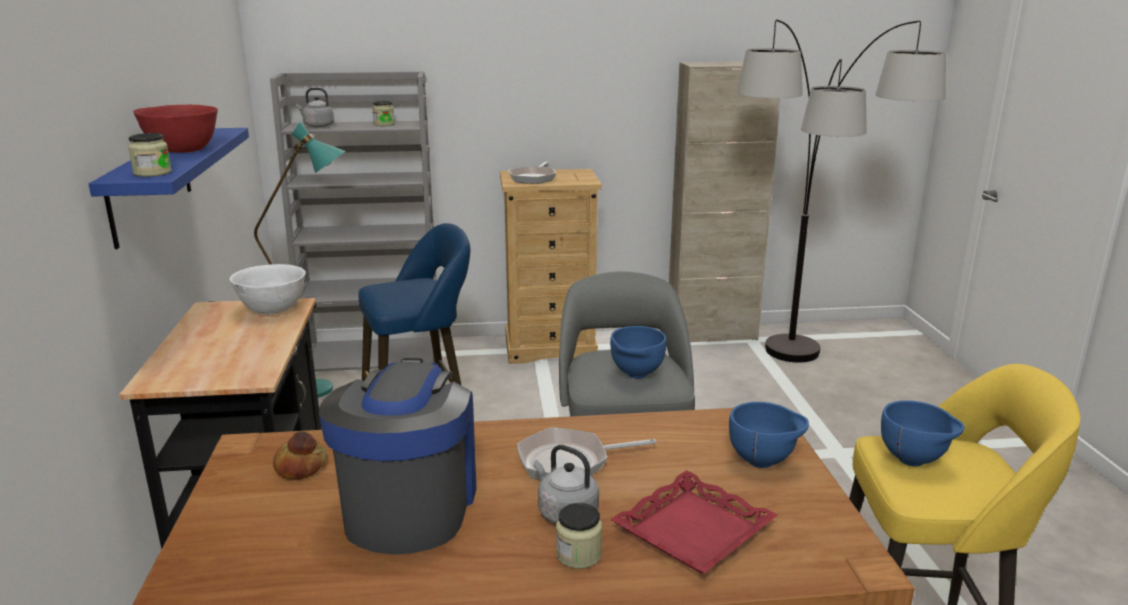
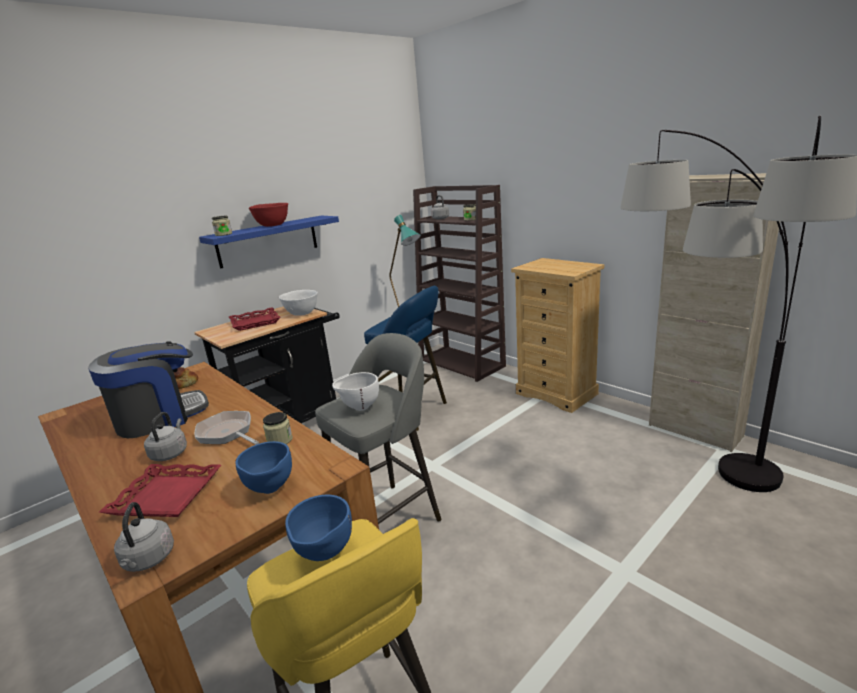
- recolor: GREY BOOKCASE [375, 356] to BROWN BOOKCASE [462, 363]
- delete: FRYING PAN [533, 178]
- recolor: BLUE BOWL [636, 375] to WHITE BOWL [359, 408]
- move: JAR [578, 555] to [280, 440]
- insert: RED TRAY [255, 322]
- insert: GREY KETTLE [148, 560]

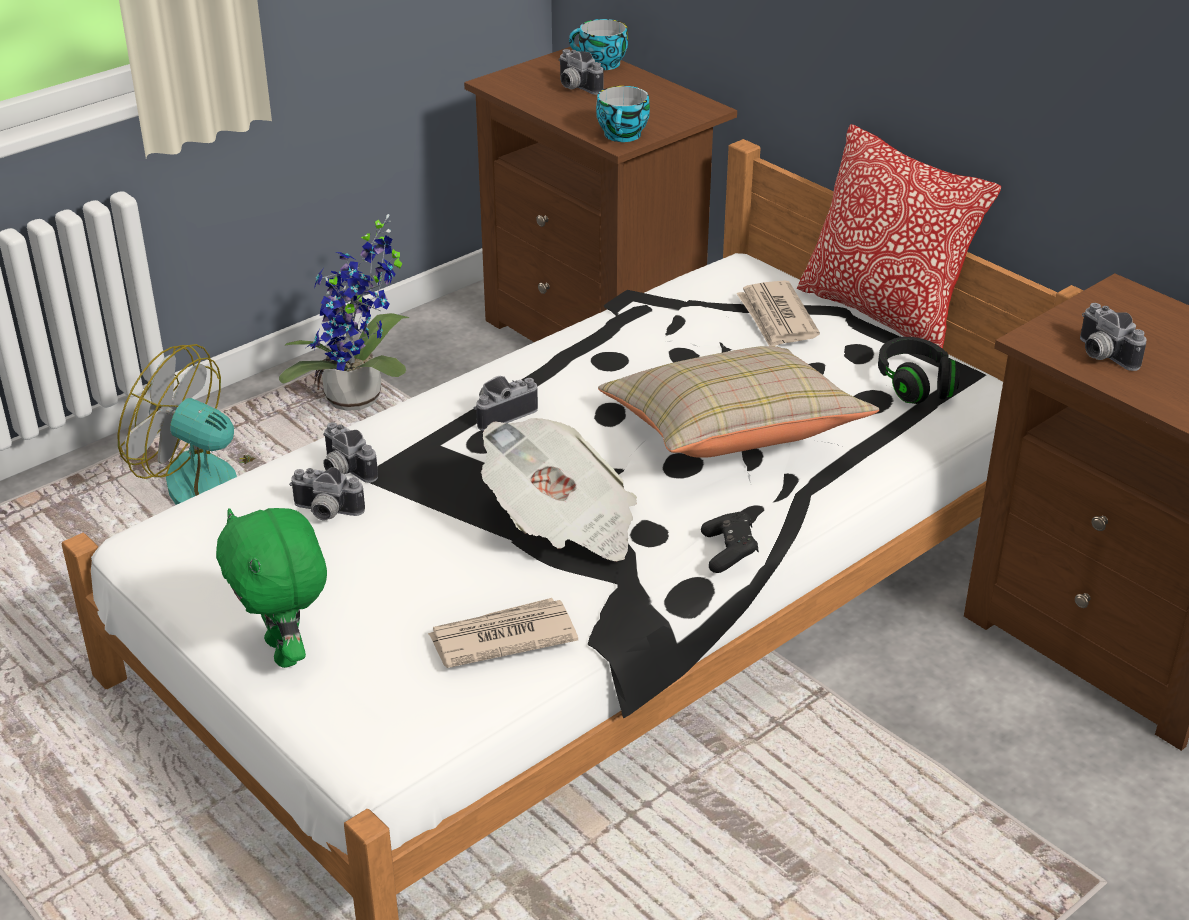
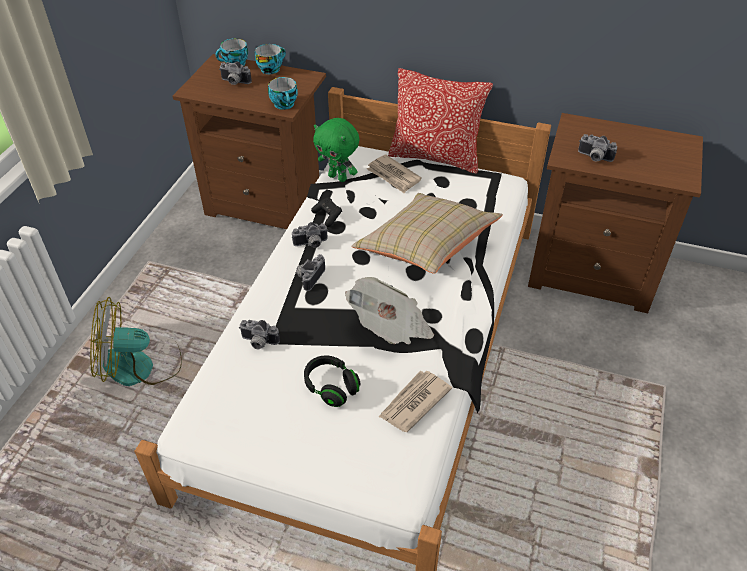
- delete: POTTED PLANT [360, 400]
- move: BLACK HEADPHONES [915, 385] to [331, 387]
- move: PHOTO CAMERA [325, 513] to [311, 244]
- move: GREEN PLUSH TOY [286, 652] to [338, 177]
- move: BLACK GAME CONTROLLER [729, 552] to [328, 216]
- insert: CUP [271, 69]

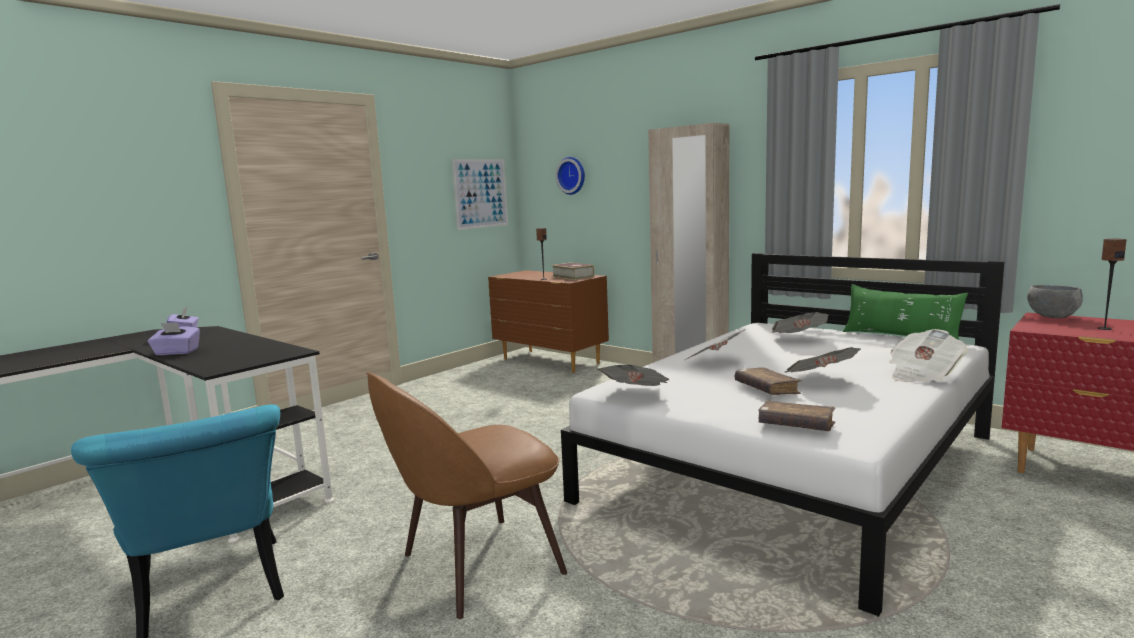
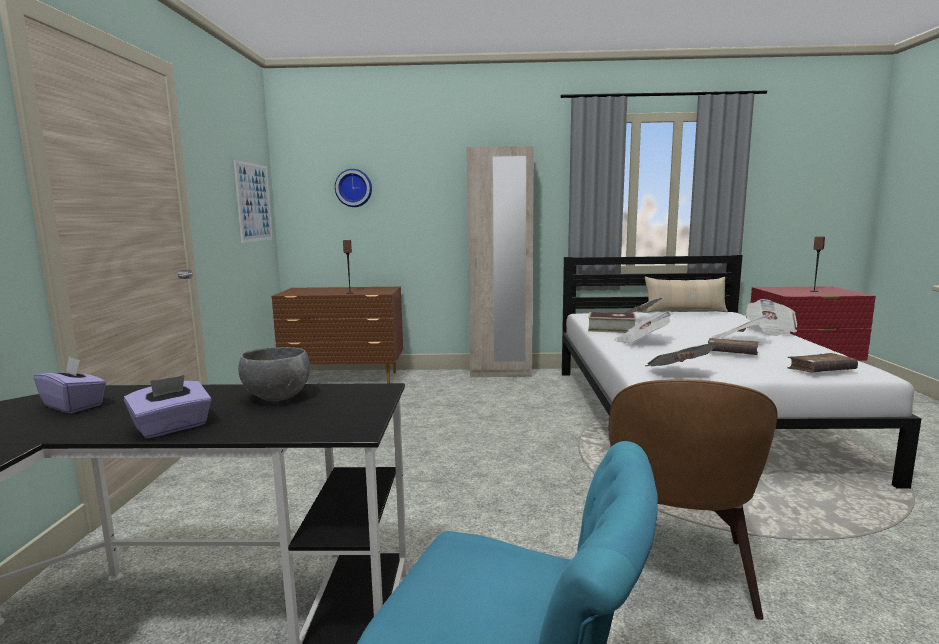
- move: BOOK [573, 276] to [611, 329]
- recolor: GREEN PILLOW [900, 337] to BEIGE PILLOW [685, 311]
- move: GREY BOWL [1052, 317] to [277, 398]

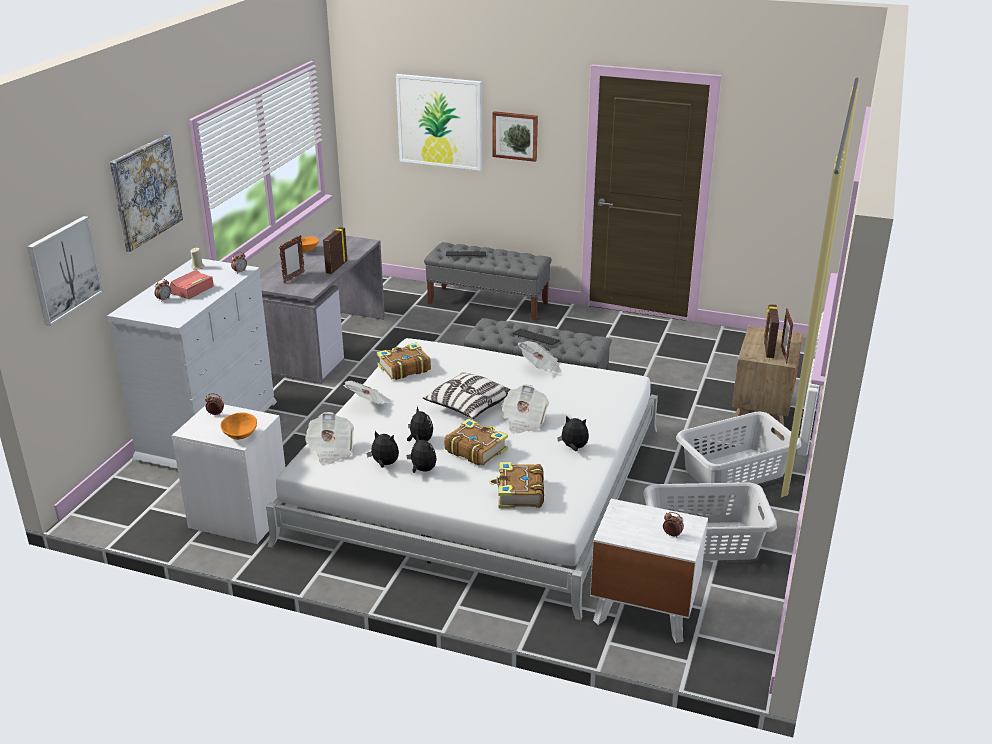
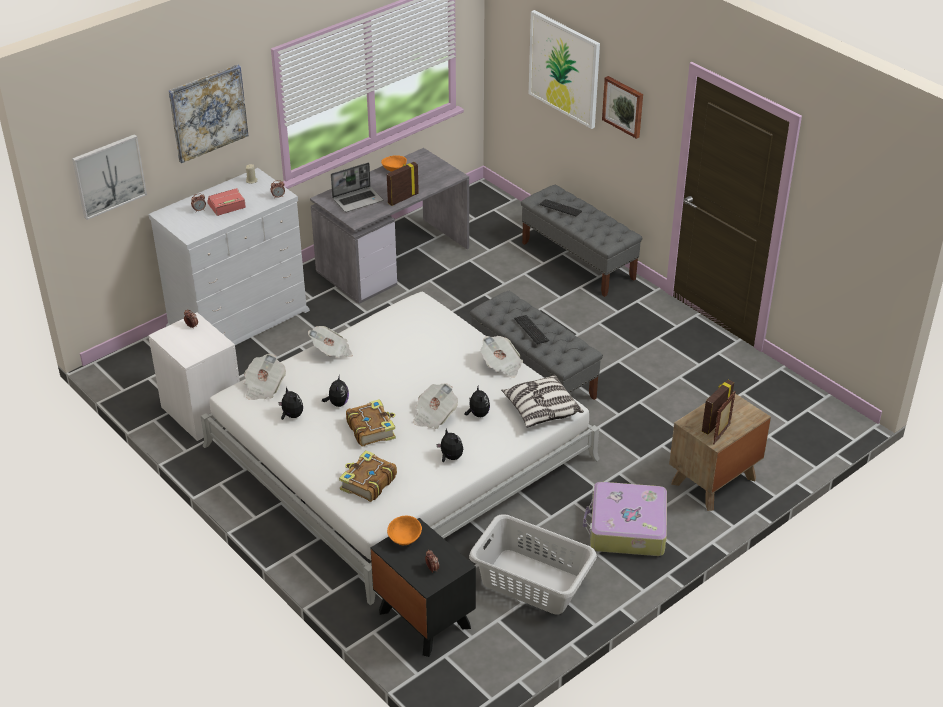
- replace: PICTURE FRAME [293, 277] to LAPTOP [358, 200]
- delete: BOOK [403, 368]
- move: PILLOW [468, 406] to [541, 410]
- move: ORANGE BOWL [240, 435] to [405, 538]
- replace: GREY LAUNDRY BASKET [735, 472] to SUITCASE [626, 528]
- move: PLUSH TOY [422, 470] to [477, 414]
- recolor: WHITE NIGHTSTAND [643, 610] to BLACK NIGHTSTAND [424, 618]

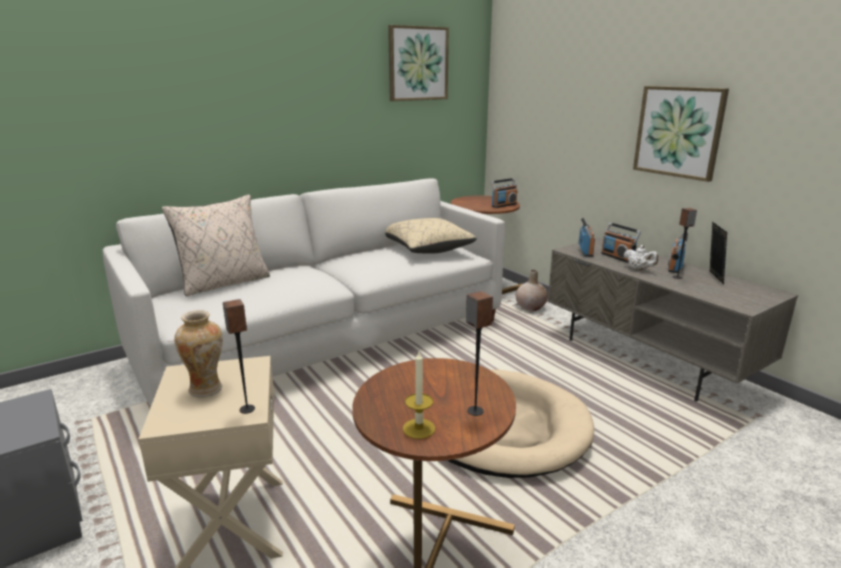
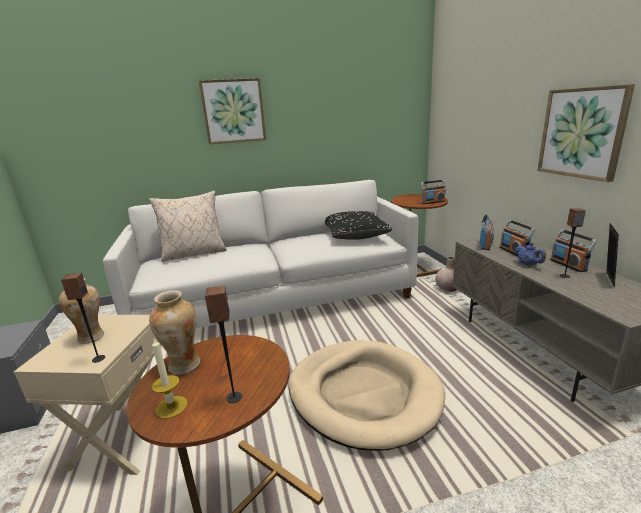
- move: PICTURE [417, 64] to [233, 111]
- recolor: BEIGE PILLOW [426, 248] to BLACK PILLOW [355, 235]
- rotate: RADIO [674, 267] = [568, 265] 60 degrees counterclockwise
- recolor: WHITE TEAPOT [639, 269] to BLUE TEAPOT [528, 265]
- insert: VASE [184, 366]

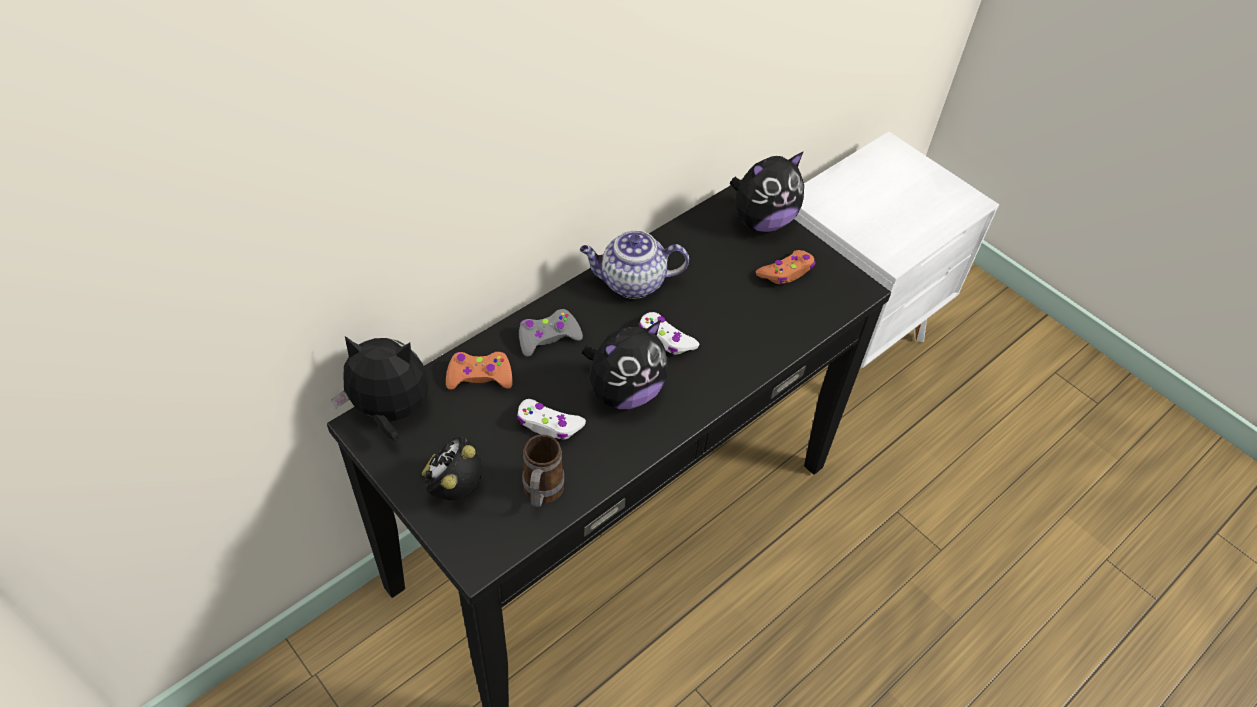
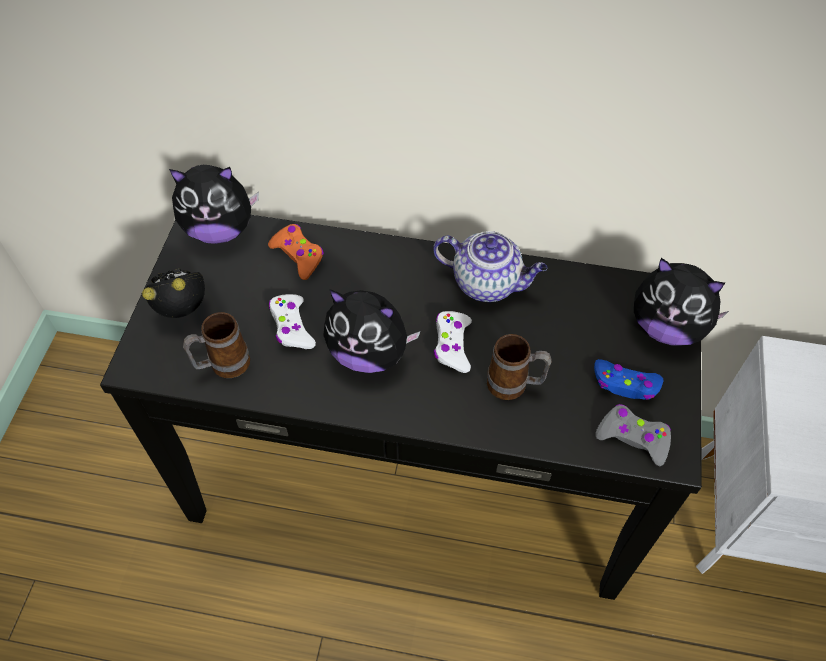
- rotate: TEAPOT [631, 283] = [487, 283] 150 degrees clockwise
- recolor: ORANGE GAME CONTROLLER [786, 272] to BLUE GAME CONTROLLER [625, 384]
- move: GREY GAME CONTROLLER [548, 337] to [633, 438]
- rotate: PLUSH TOY [390, 412] = [220, 229] 120 degrees clockwise
- insert: MUG [514, 386]

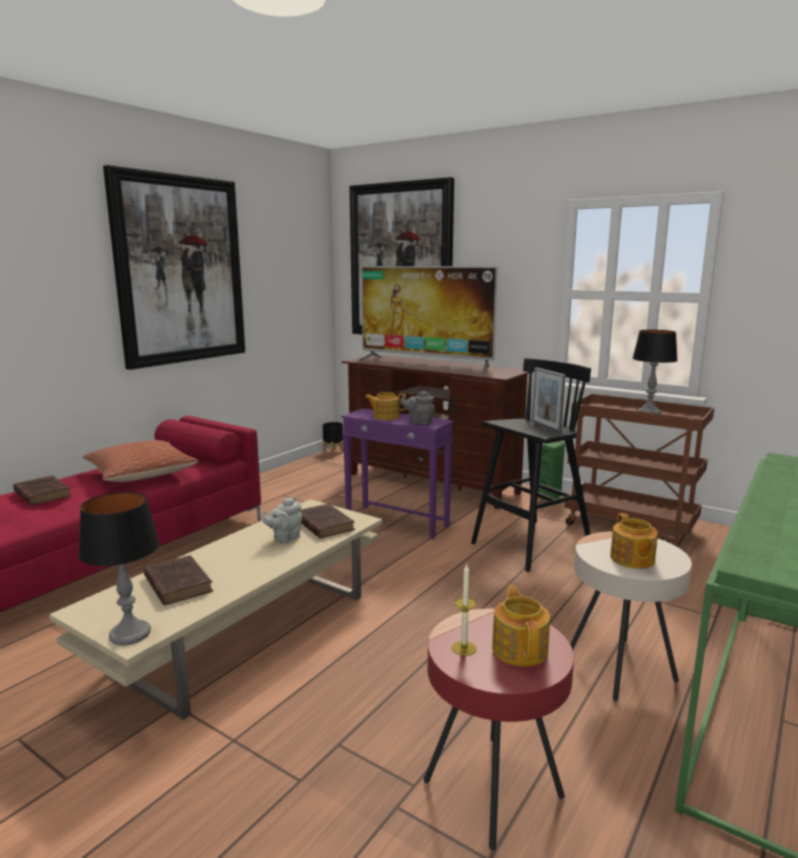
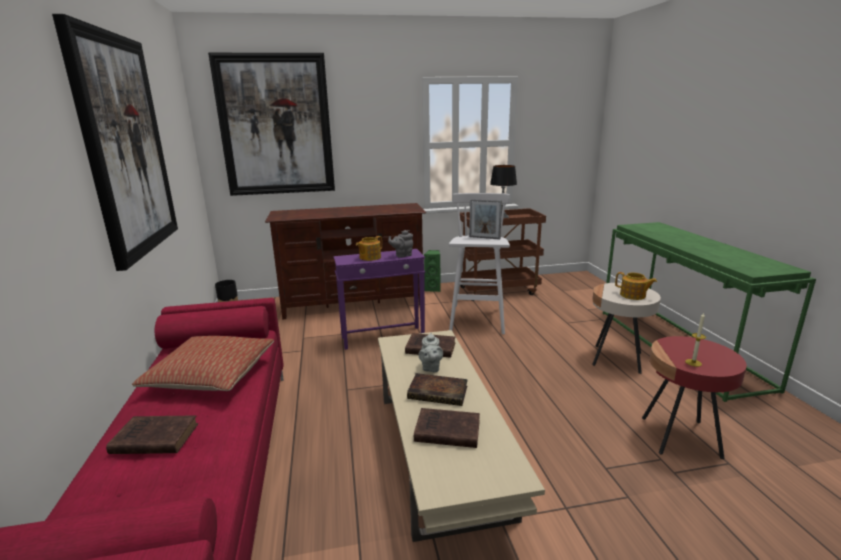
- delete: TELEVISION [425, 363]
- recolor: BLACK STOOL [529, 545] to WHITE STOOL [477, 320]
- delete: TABLE LAMP [130, 634]
- delete: TEAPOT [520, 649]
- insert: BOOK [439, 392]

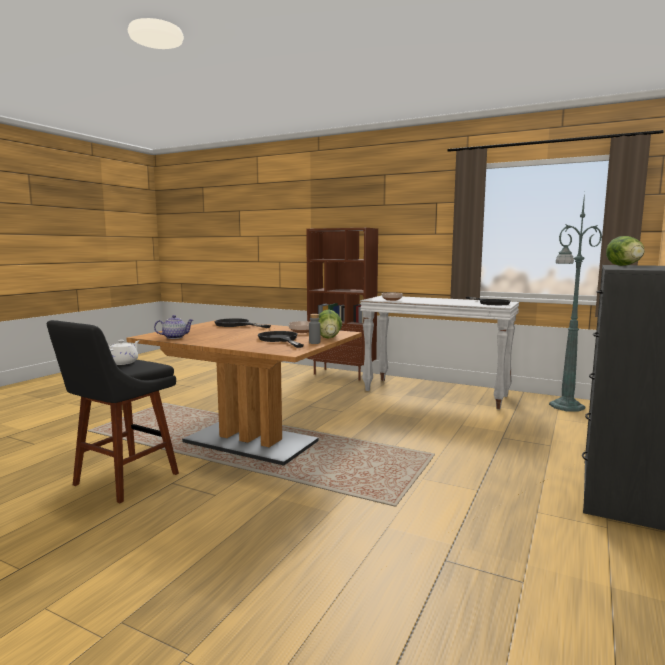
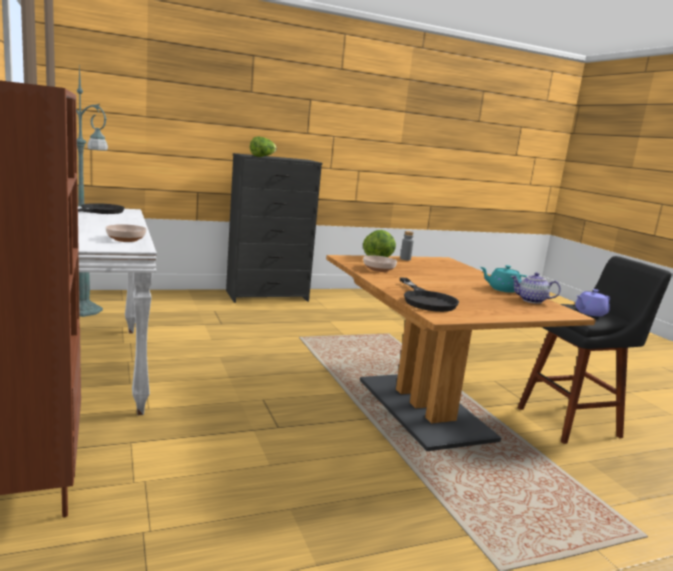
- delete: BLACK FRYING PAN [280, 340]
- recolor: WHITE TEAPOT [123, 362] to PURPLE TEAPOT [589, 313]
- insert: TURQUOISE TEAPOT [502, 289]

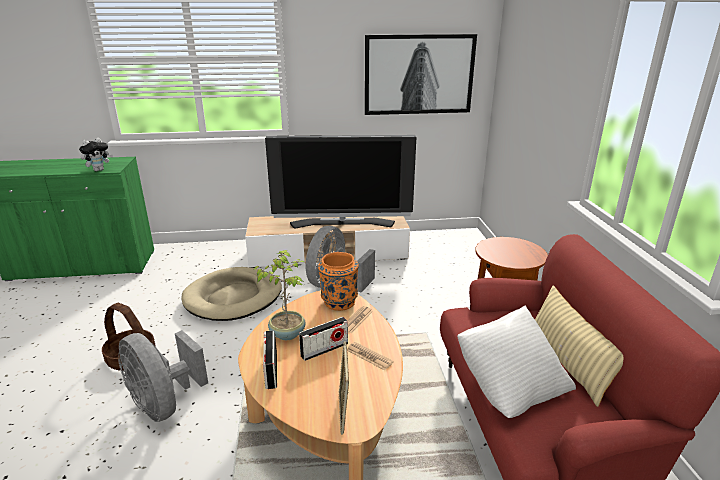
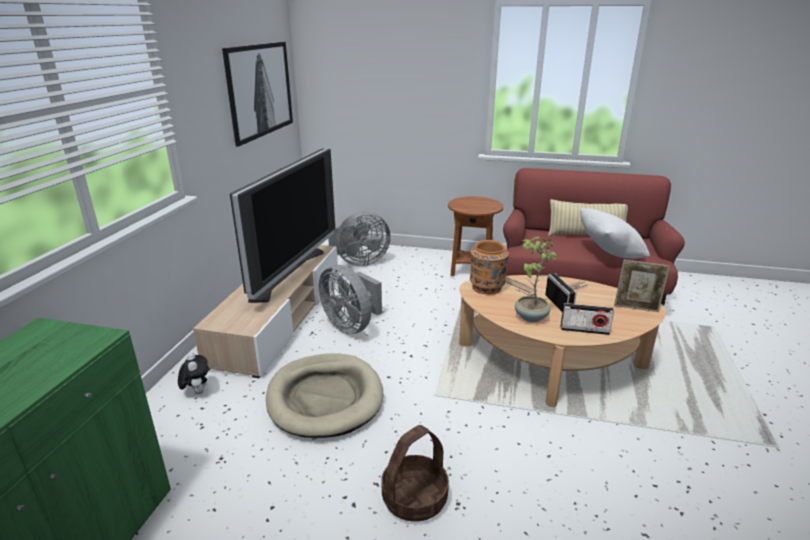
- move: PLUSH TOY [99, 170] to [197, 391]
- move: GREY FAN [164, 403] to [359, 262]

